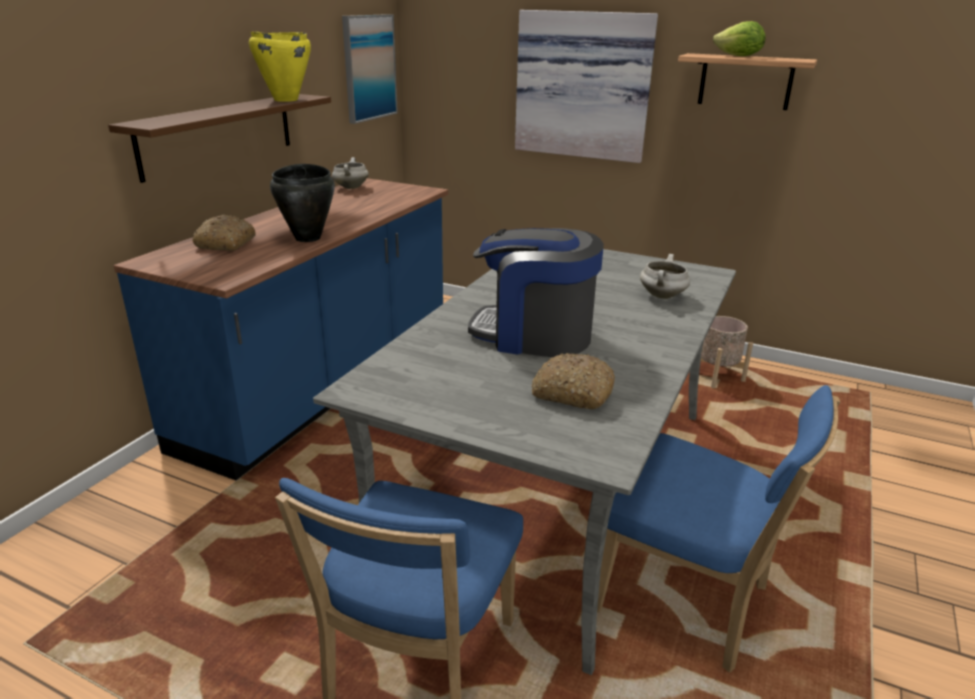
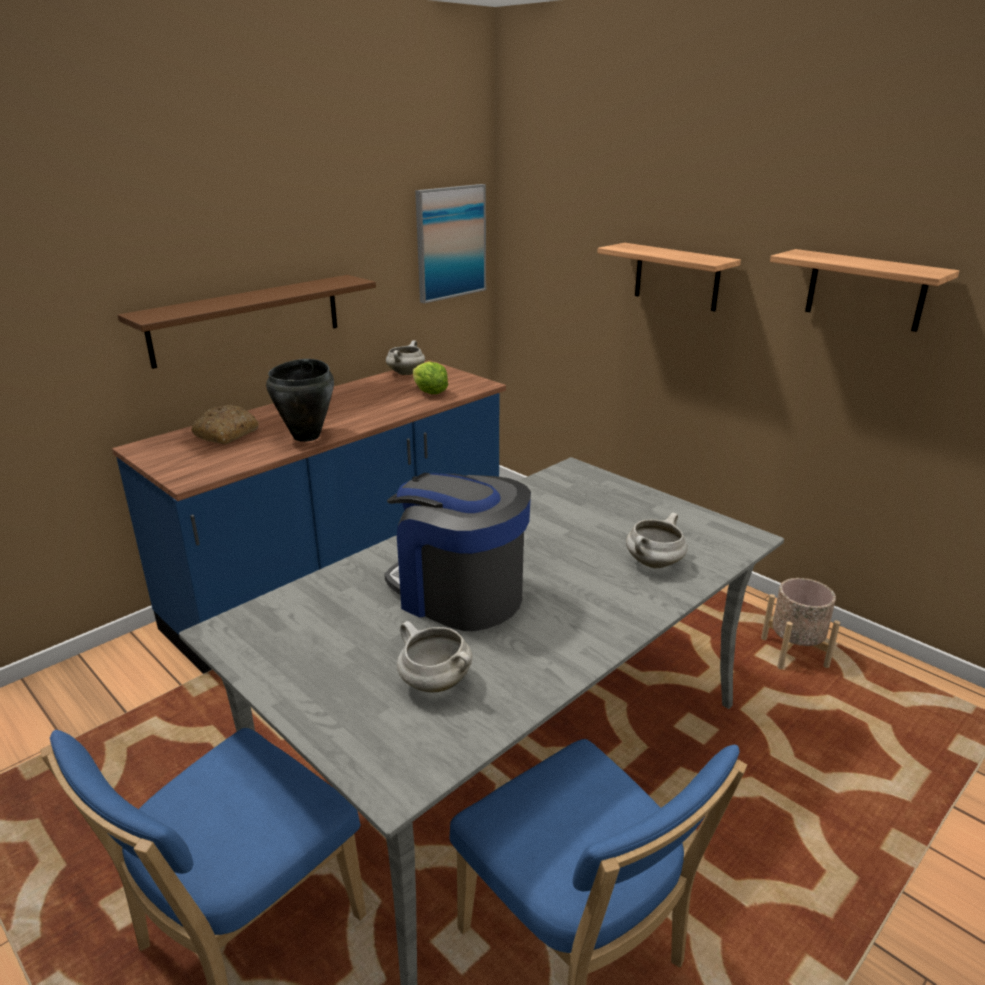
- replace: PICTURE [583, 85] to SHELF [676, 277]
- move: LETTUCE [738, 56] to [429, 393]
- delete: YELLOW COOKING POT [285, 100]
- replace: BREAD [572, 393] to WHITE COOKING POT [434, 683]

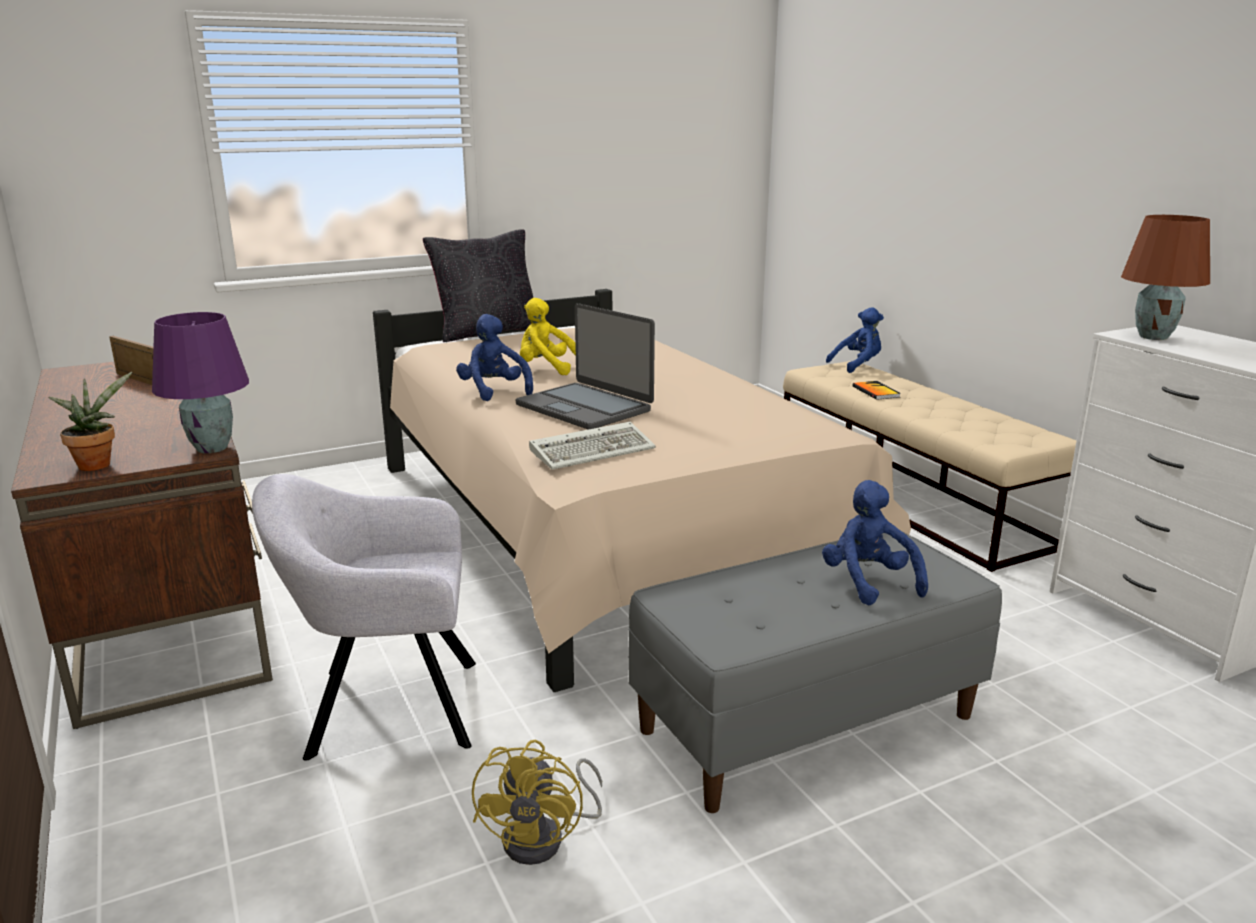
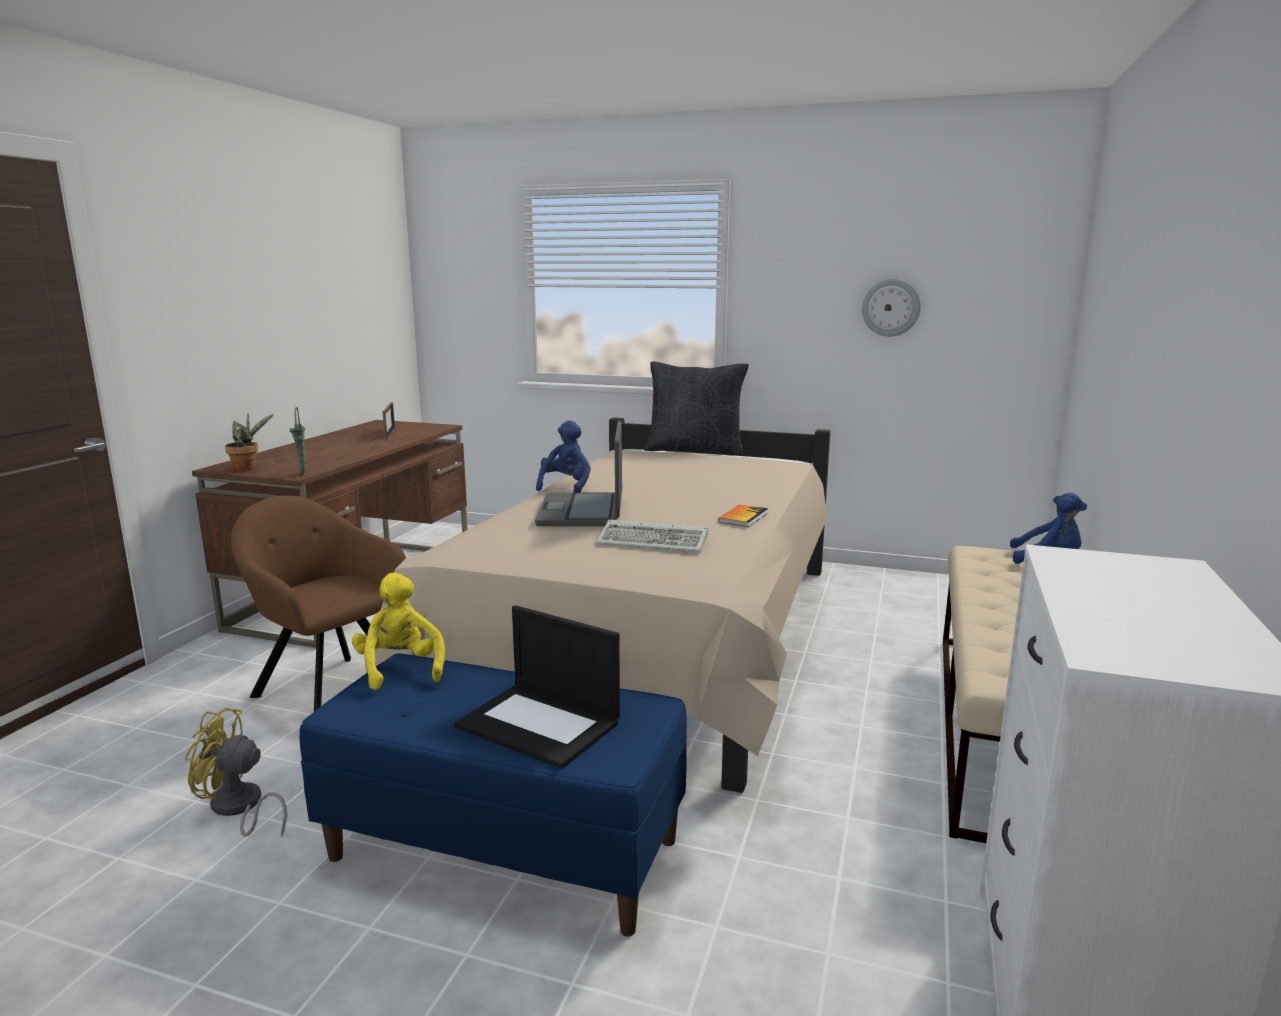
- delete: BROWN TABLE LAMP [1153, 337]
- move: YELLOW PLUSH TOY [547, 369] to [400, 669]
- replace: PURPLE TABLE LAMP [210, 448] to GREEN VASE [302, 473]
- move: BOOK [875, 391] to [743, 517]
- move: KEYBOARD [594, 450] to [655, 542]
- recolor: GREY ARMCHAIR [386, 708] to BROWN ARMCHAIR [329, 690]
- replace: BLUE PLUSH TOY [868, 582] to LAPTOP [540, 724]
- recolor: GREY BENCH [807, 722] to BLUE BENCH [506, 848]
- rotate: YELLOW FAN [545, 838] = [238, 808] 45 degrees clockwise
- insert: WALL CLOCK [890, 307]

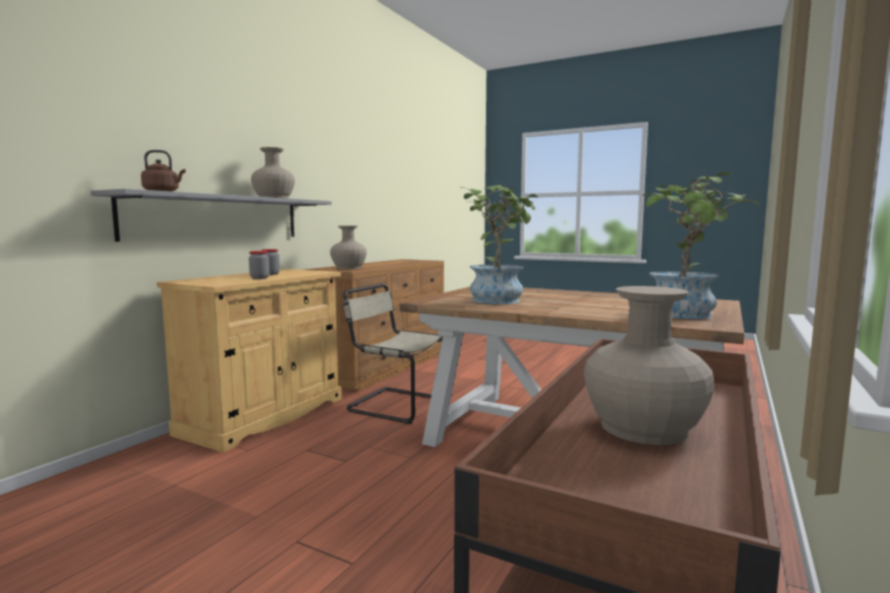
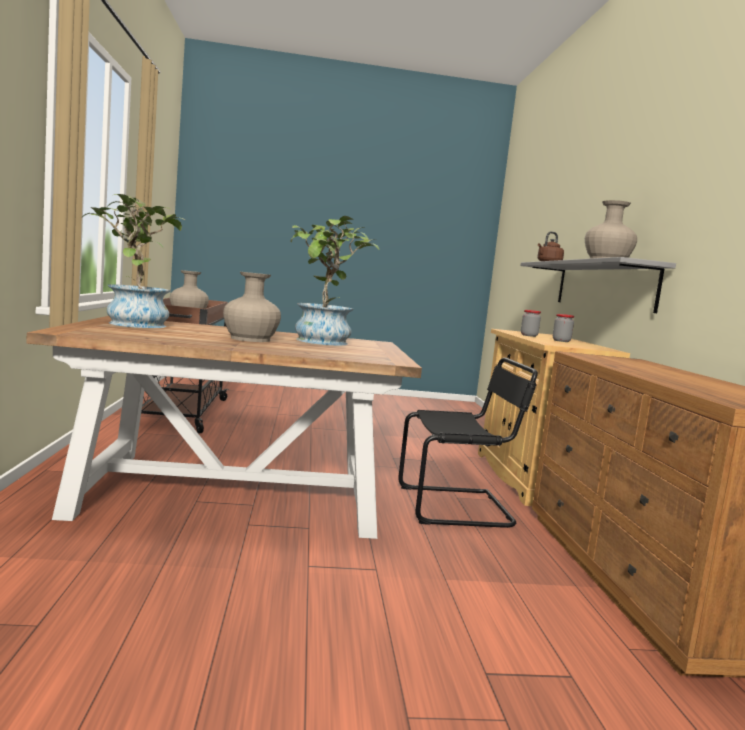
- move: BEIGE VASE [349, 268] to [250, 339]
- recolor: BEIGE CHAIR [395, 405] to BLACK CHAIR [458, 507]

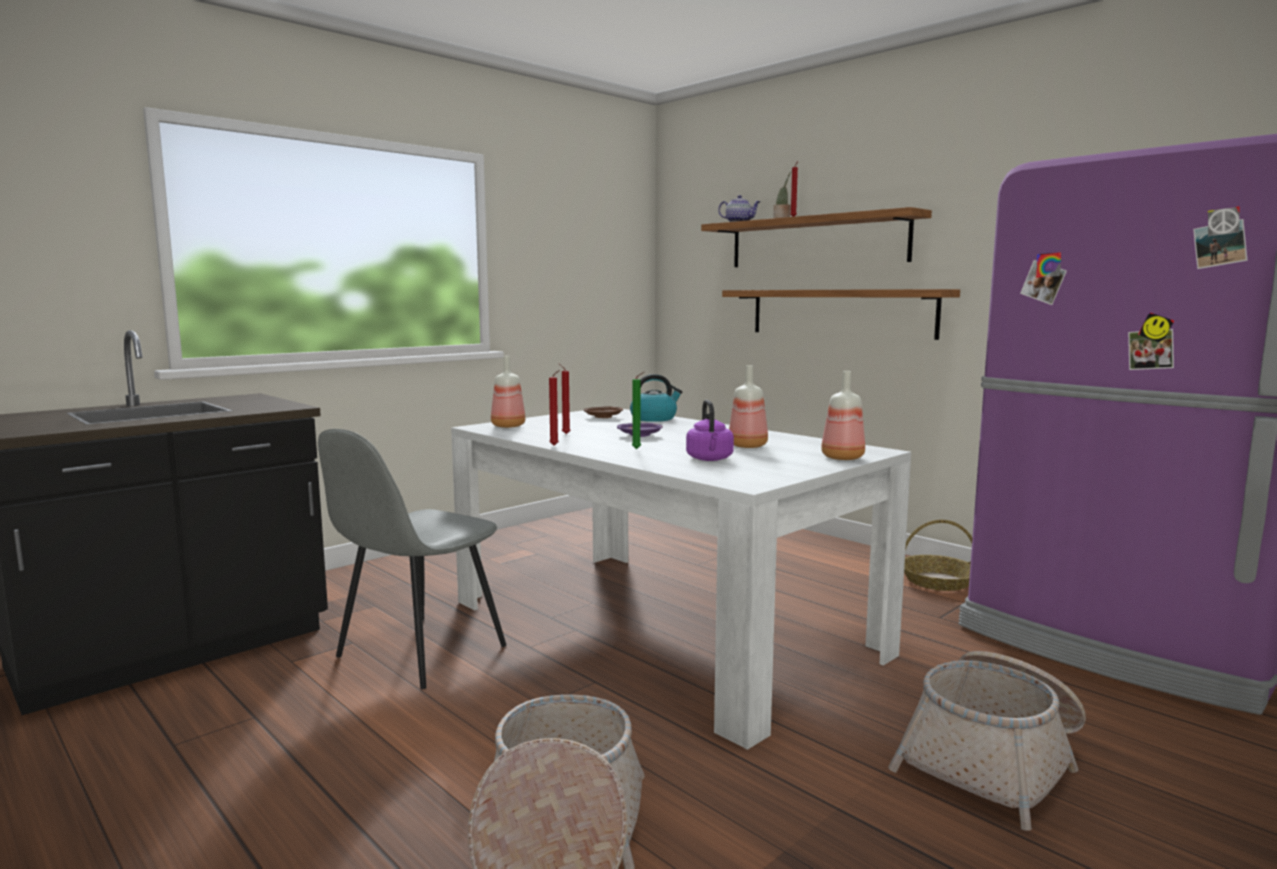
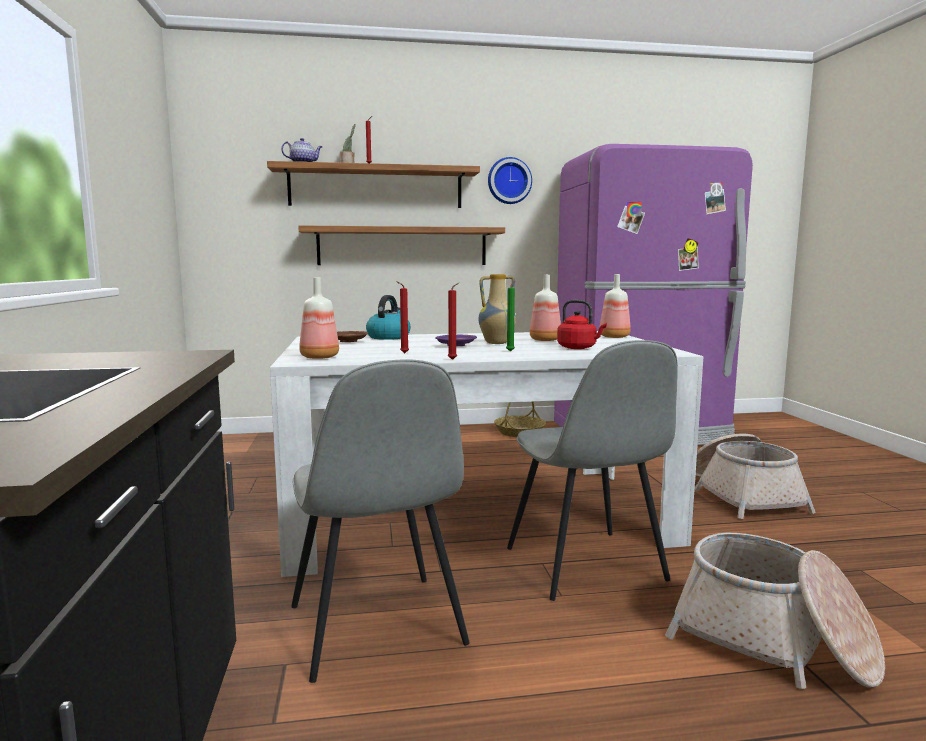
- recolor: PURPLE KETTLE [710, 459] to RED KETTLE [578, 348]
- insert: WALL CLOCK [509, 181]
- insert: VASE [496, 343]
- insert: GREY CHAIR [586, 566]

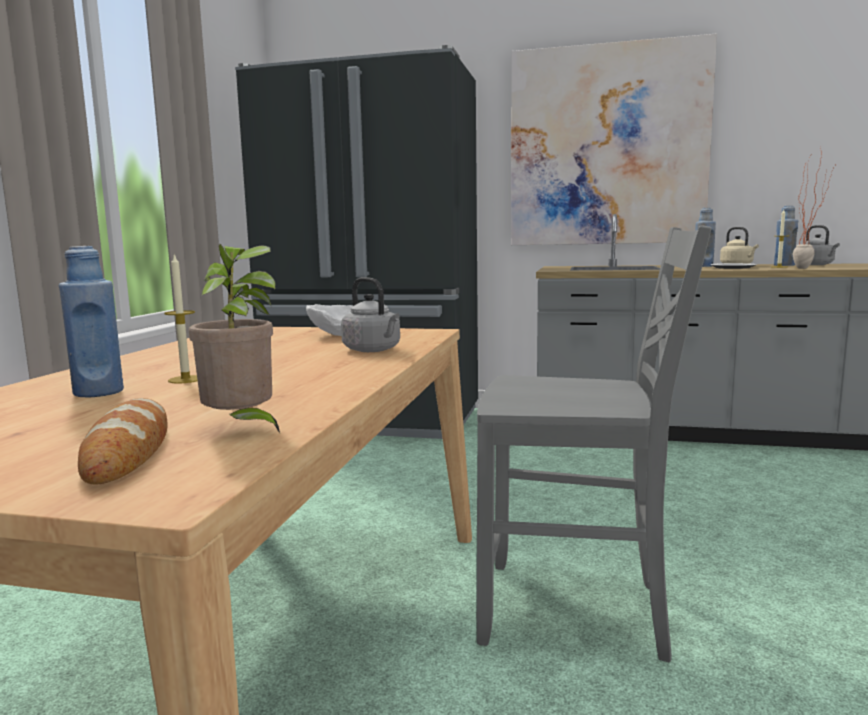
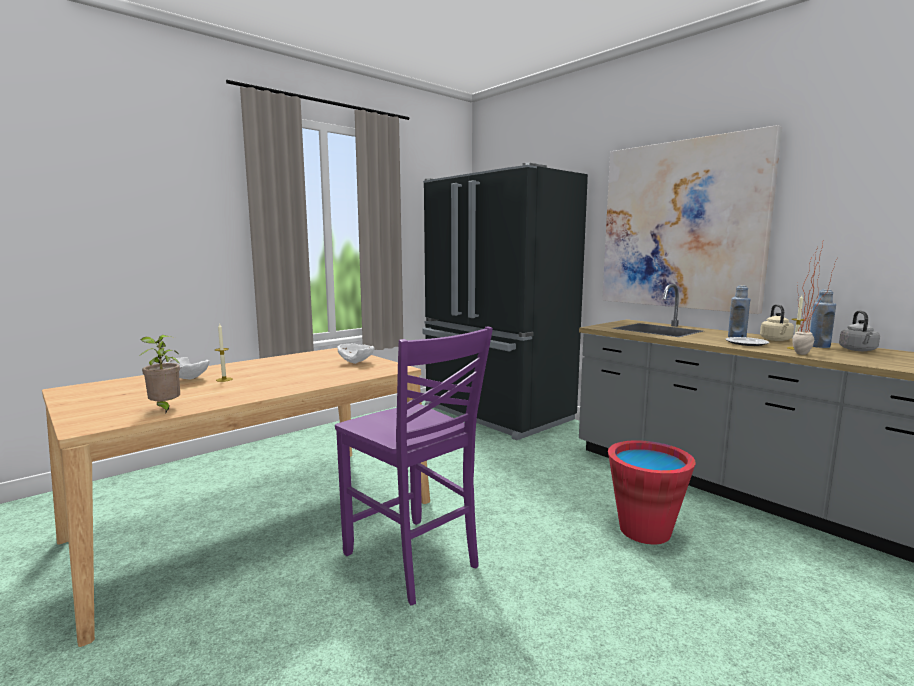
- recolor: GREY CHAIR [577, 611] to PURPLE CHAIR [413, 561]
- replace: BLUE BOTTLE [98, 392] to WHITE BOWL [187, 380]
- delete: GREY KETTLE [374, 350]
- delete: BREAD [128, 450]
- insert: RED BUCKET [644, 530]

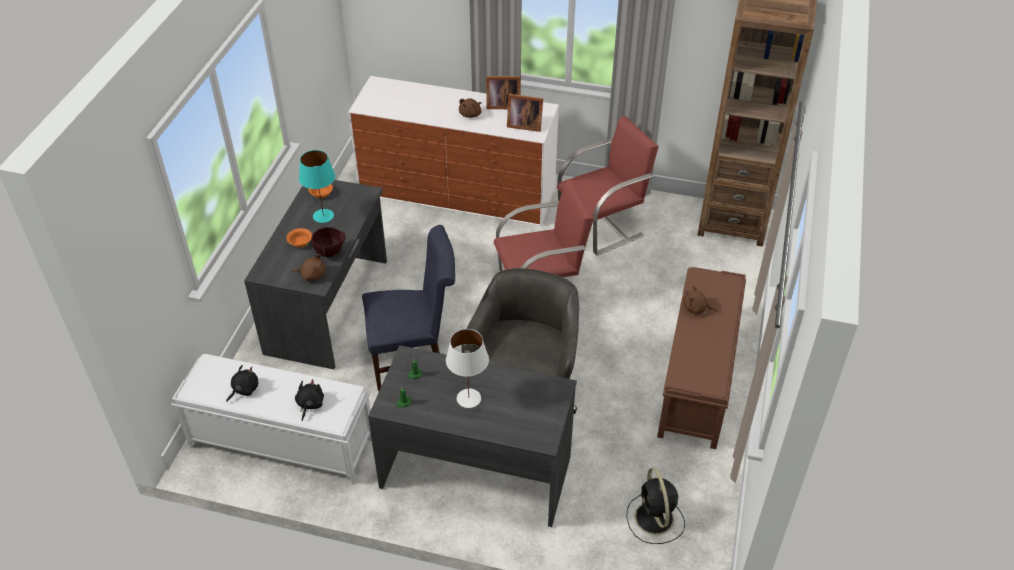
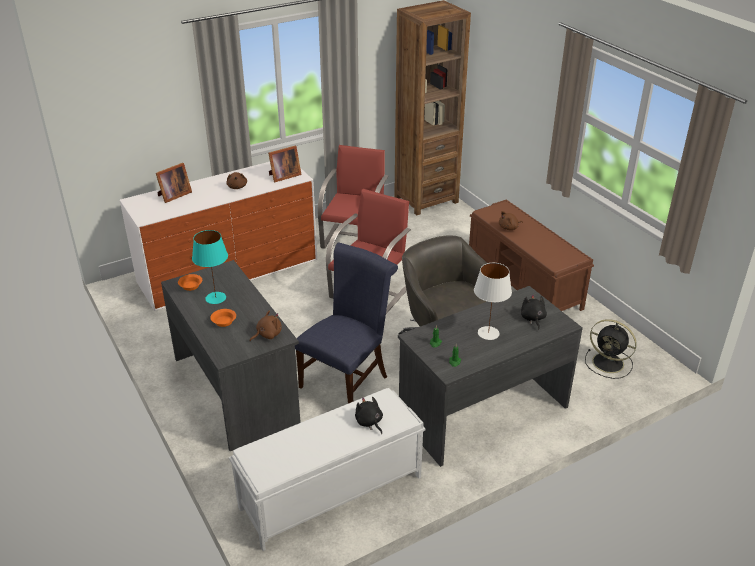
- move: PICTURE FRAME [501, 104] to [173, 195]
- delete: BROWN BOWL [331, 253]
- move: BLACK PLUSH TOY [244, 389] to [532, 318]

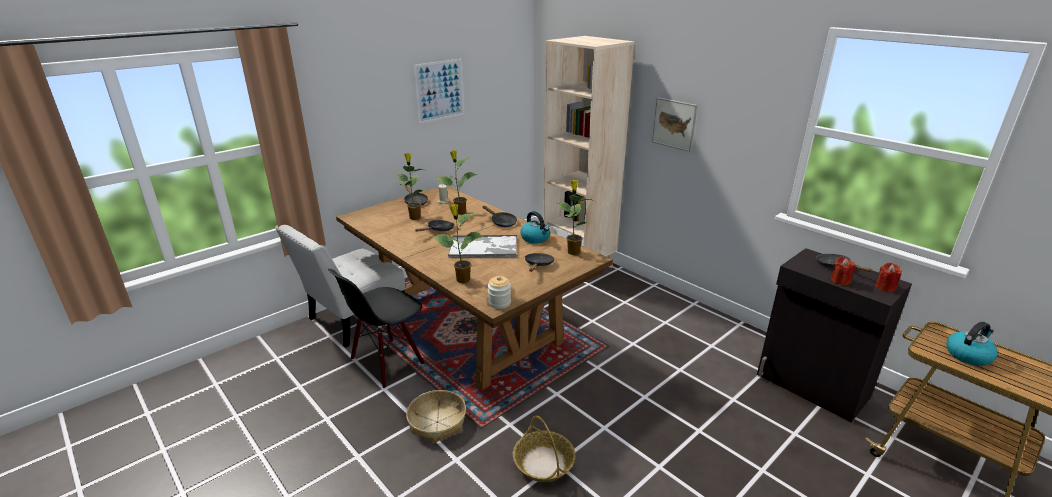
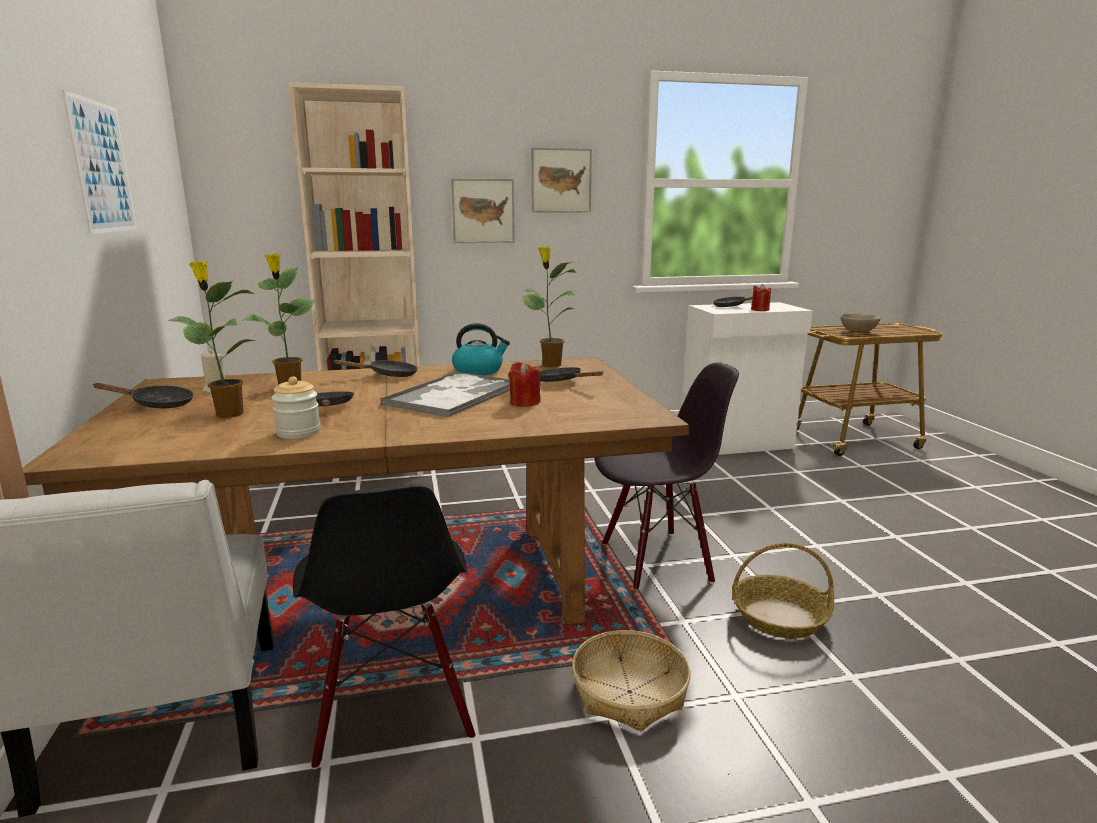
- delete: POTTED PLANT [462, 280]
- recolor: BLACK CABINET [812, 386] to WHITE CABINET [738, 443]
- move: RED CANDLE [885, 287] to [524, 402]
- move: JAR [499, 303] to [298, 432]
- replace: KETTLE [968, 355] to BEIGE BOWL [858, 332]
- insert: PICTURE [561, 180]
- insert: BLACK CHAIR [656, 561]

